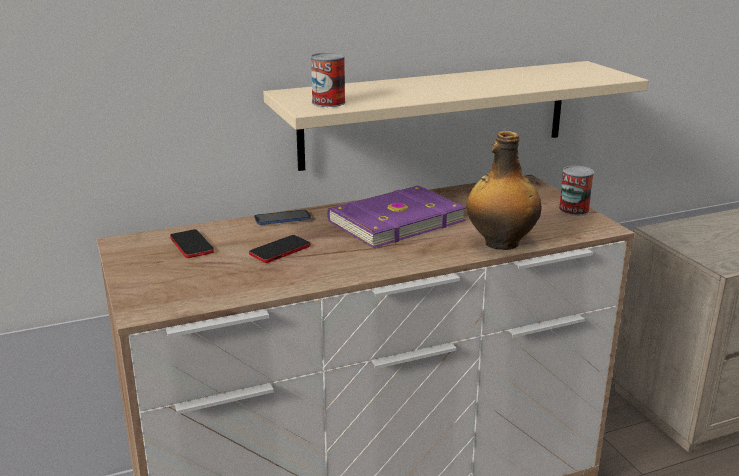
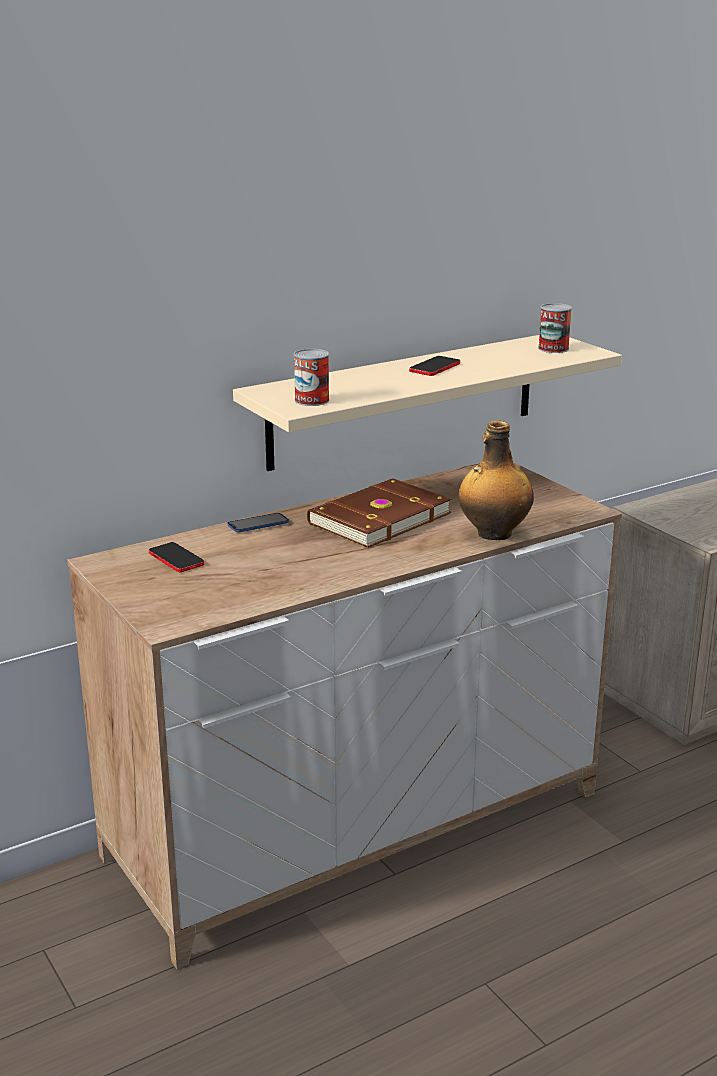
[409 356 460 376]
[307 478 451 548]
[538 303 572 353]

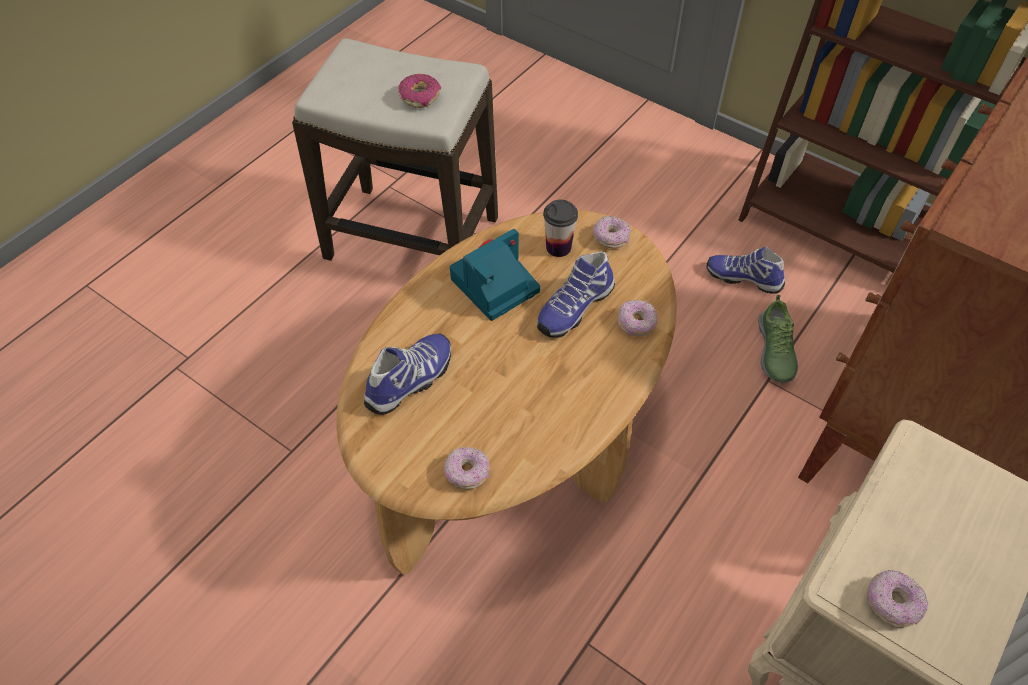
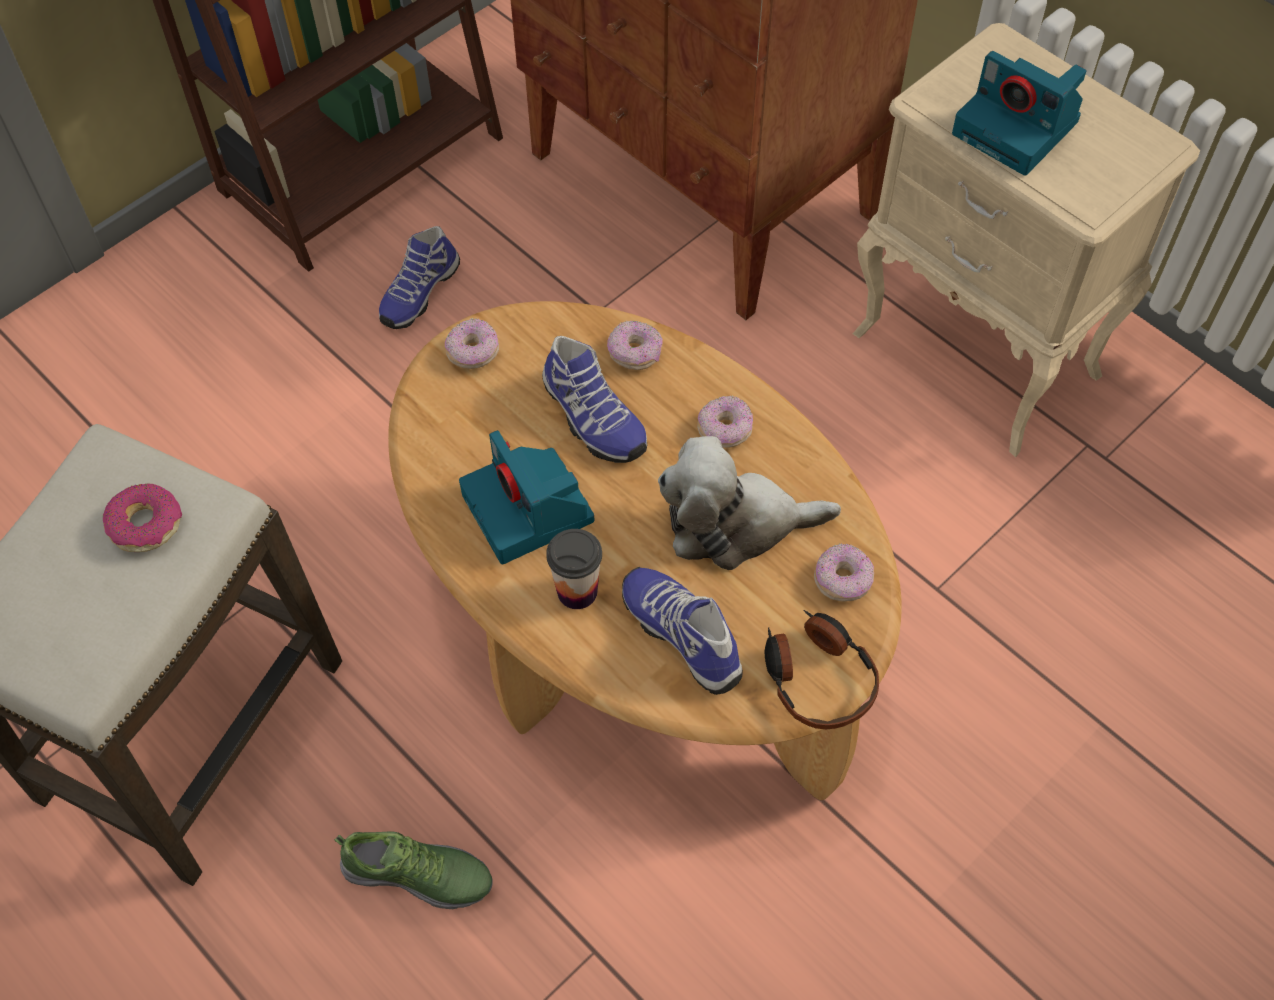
[546 529 602 609]
[334 831 493 909]
[697 395 753 448]
[658 436 841 570]
[765 610 879 729]
[952 51 1087 176]

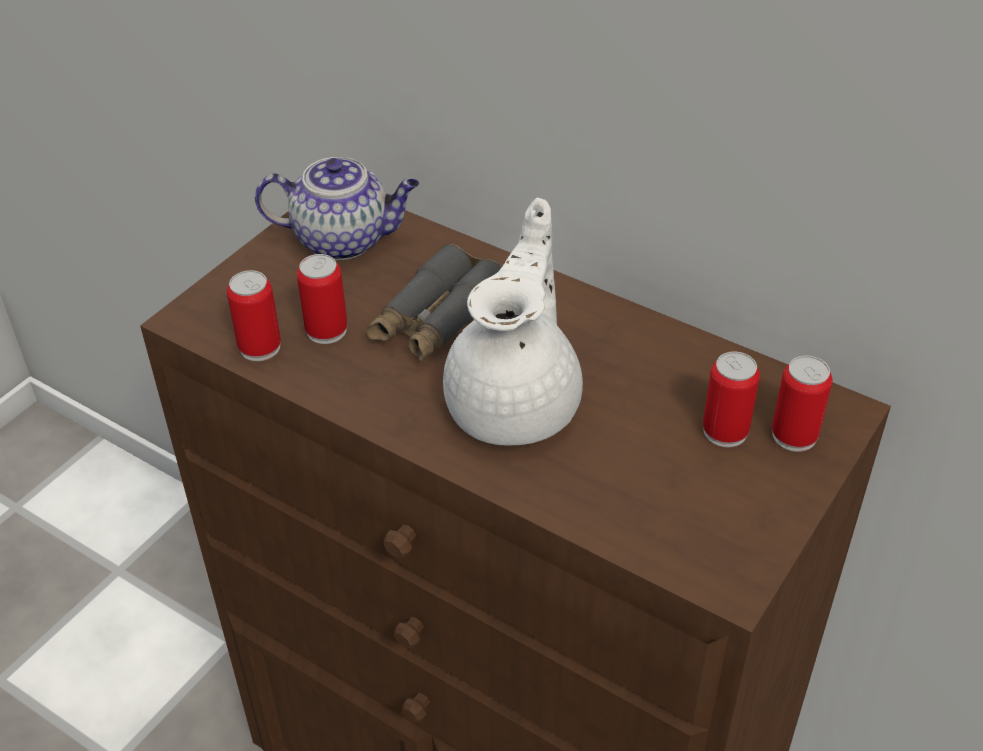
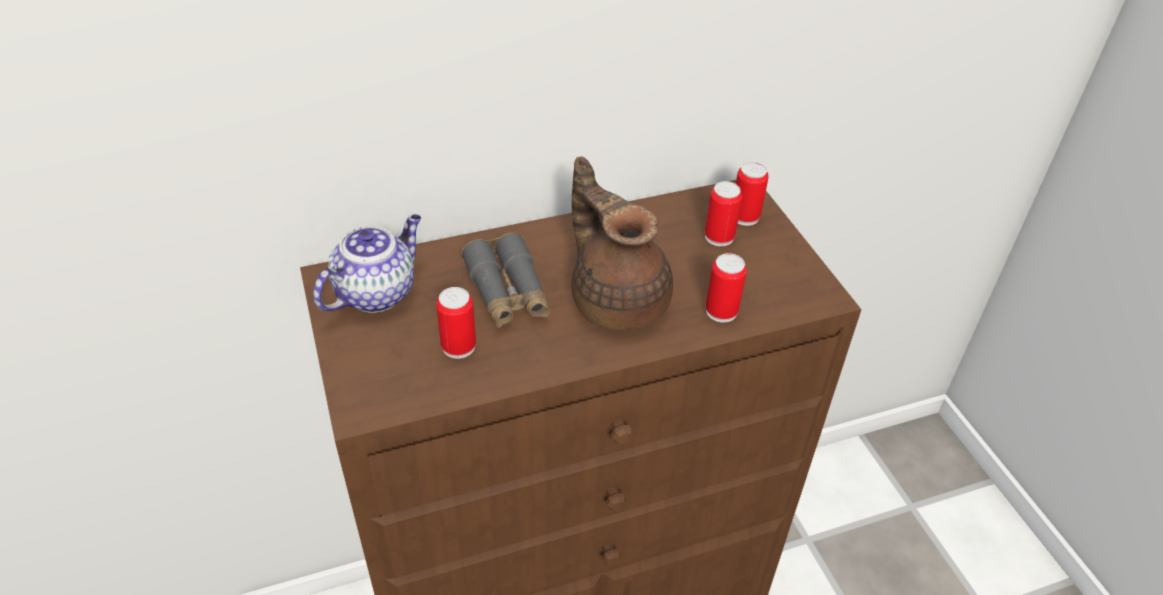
[706 253 747 323]
[571 156 673 330]

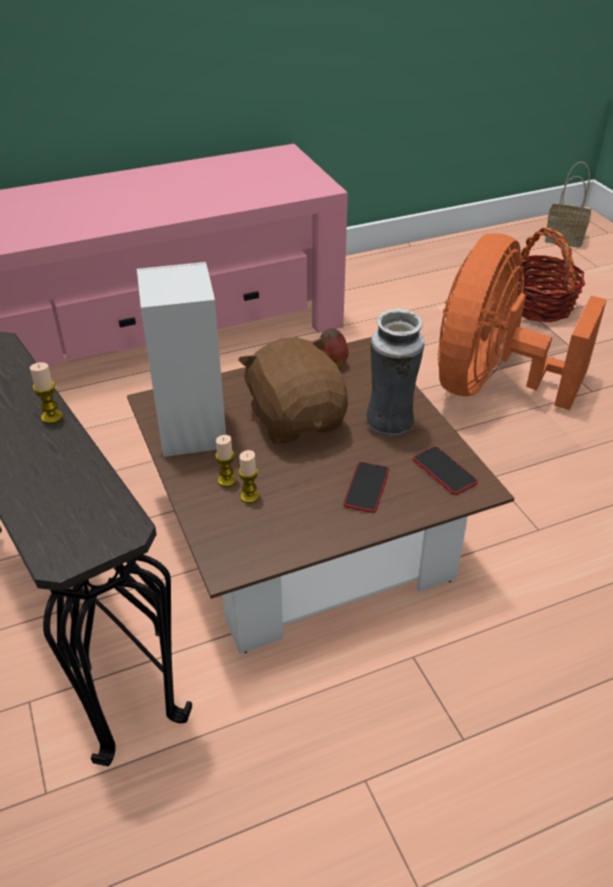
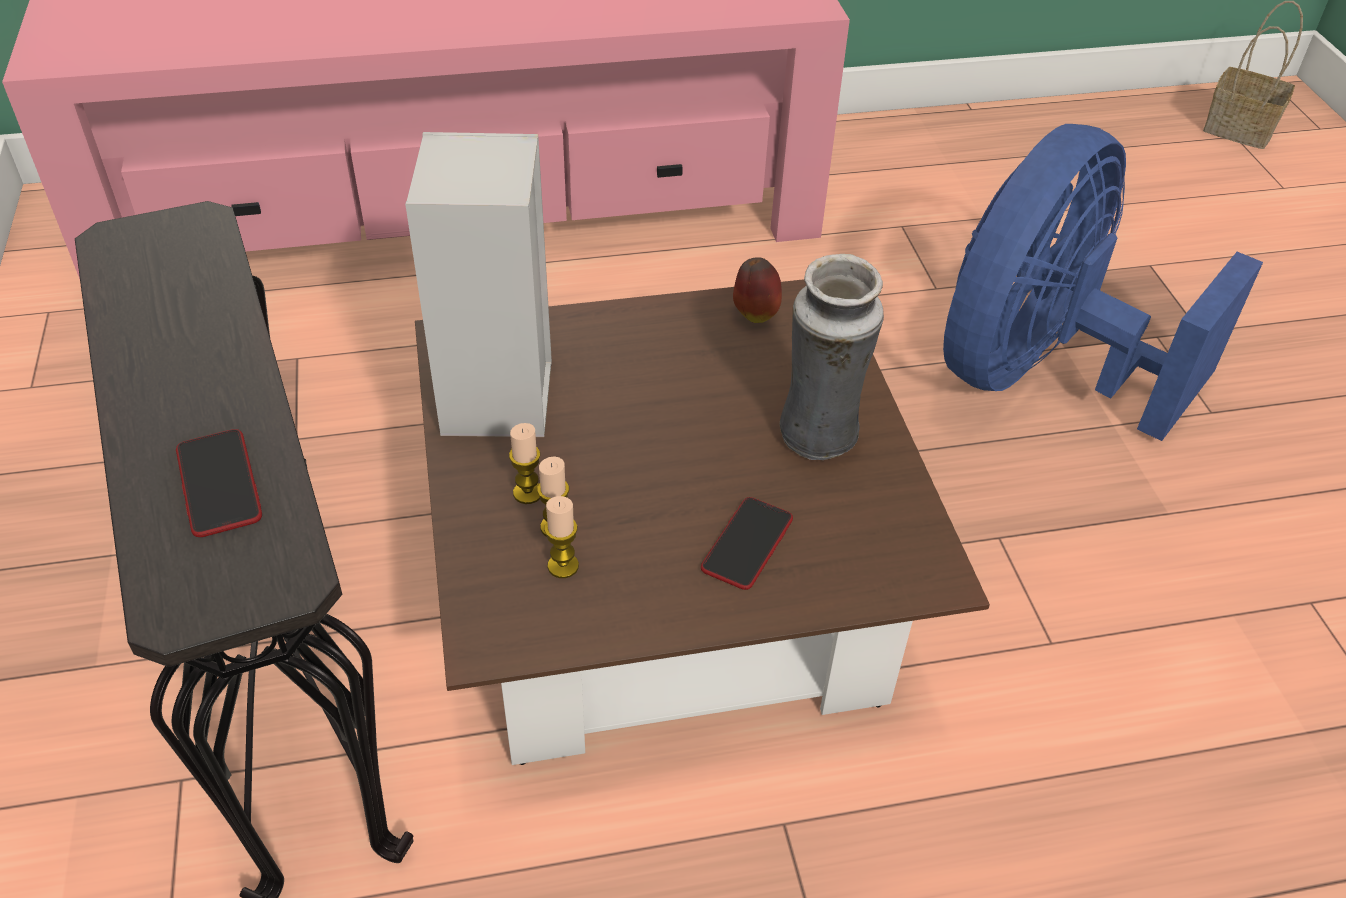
[544 496 579 578]
[238 337 348 444] (first image)
[176 429 262 537]
[943 124 1263 441]
[515 227 585 322] (first image)

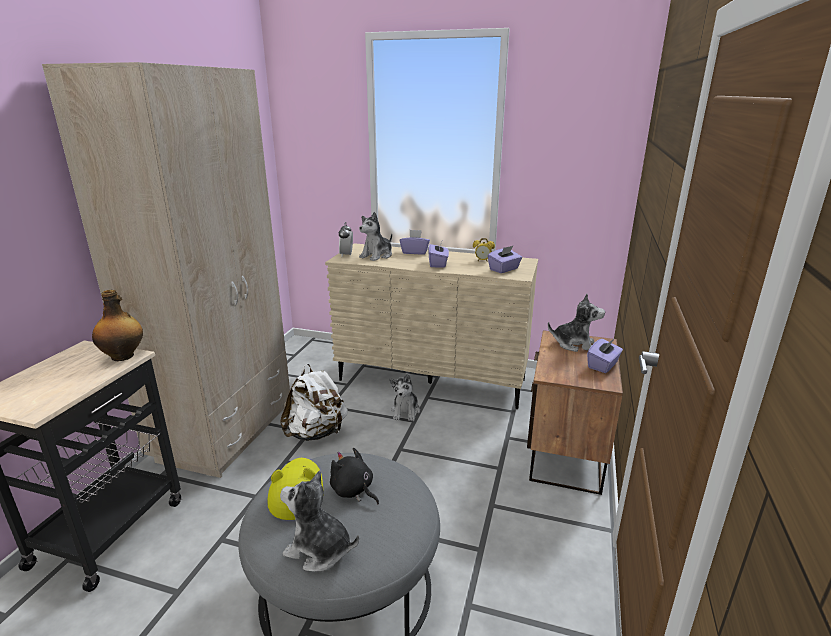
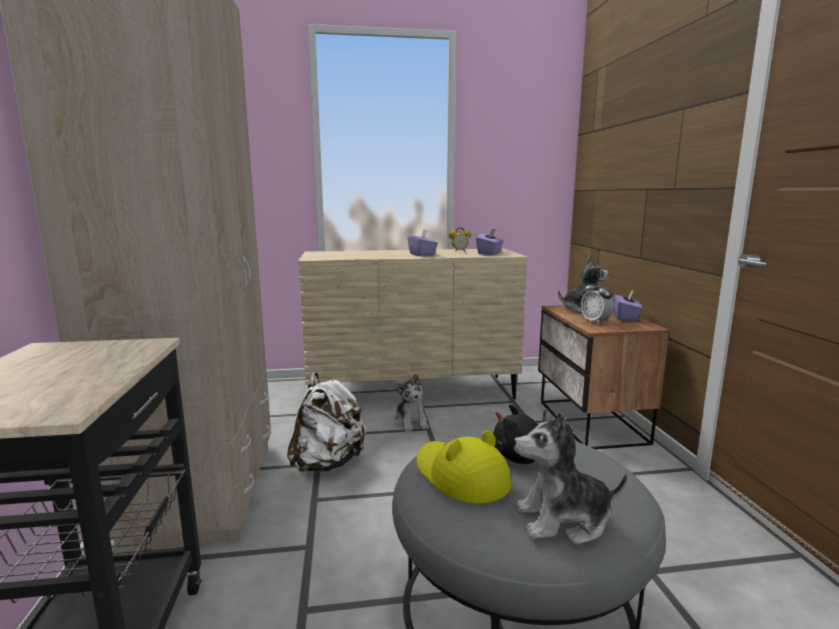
[92 290 143 361] (first image)
[581 280 614 325]
[359 212 392 261] (first image)
[400 230 430 255] (first image)

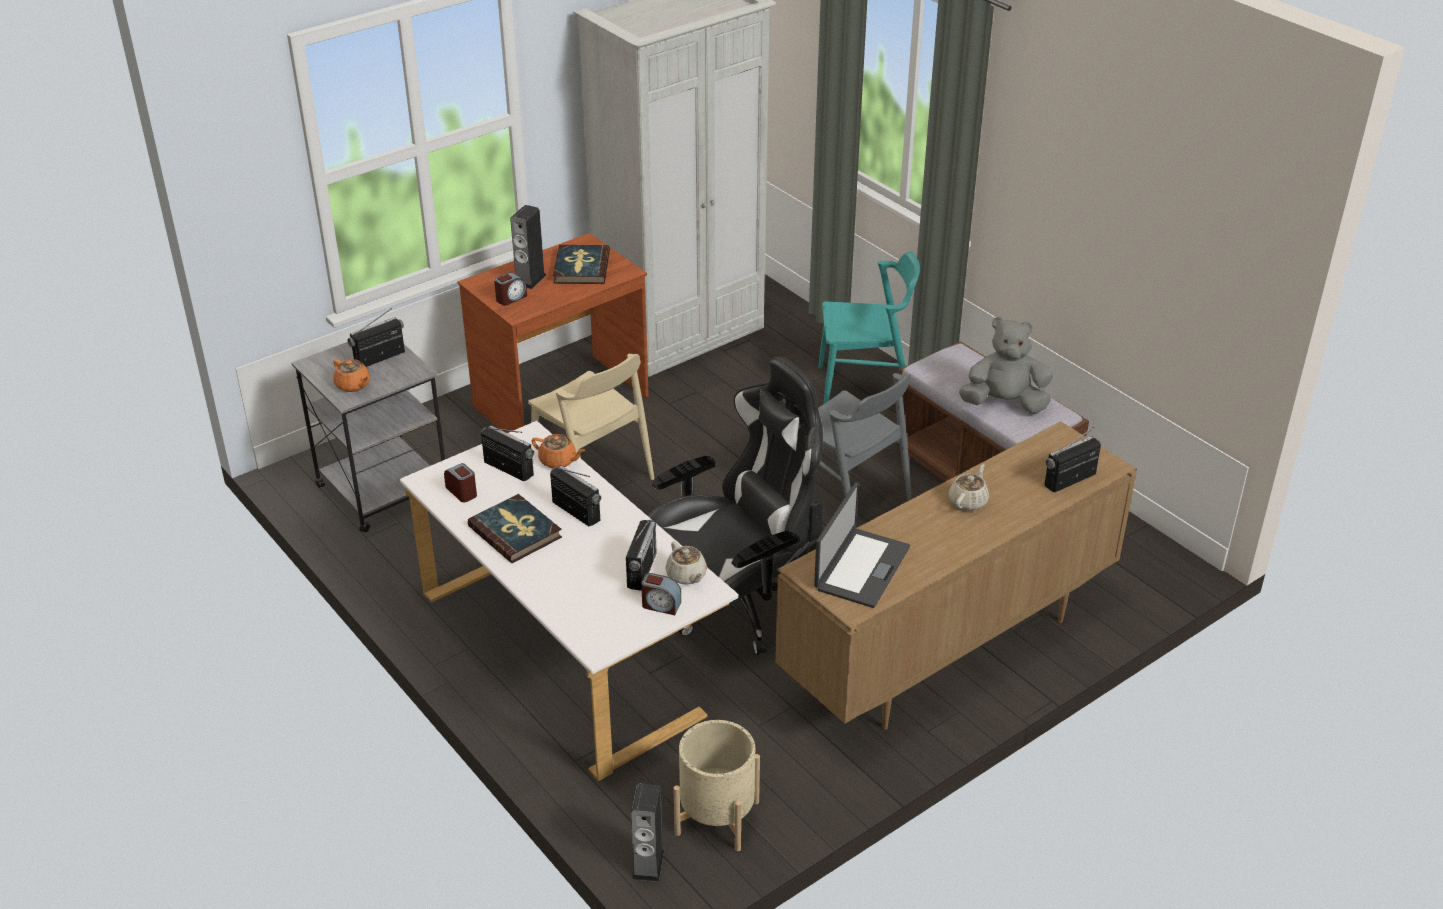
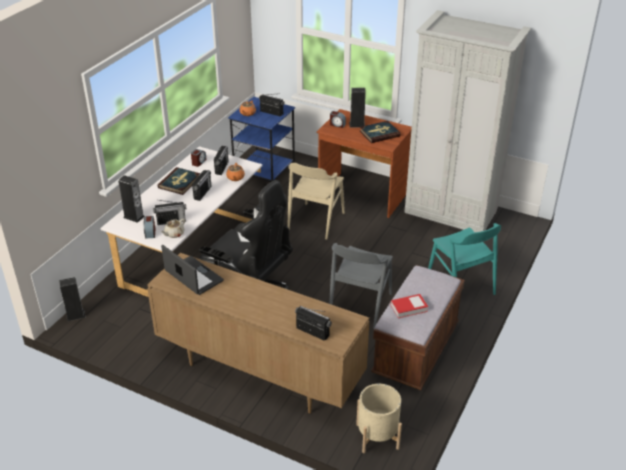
[228 97 295 182]
[356 384 402 453]
[161 245 224 295]
[948 464 989 511] (first image)
[391 294 428 318]
[118 175 145 223]

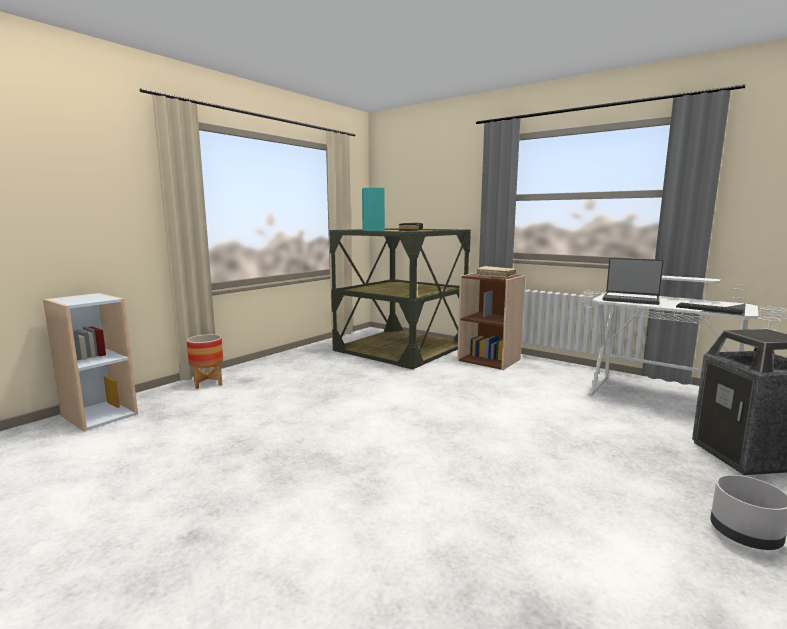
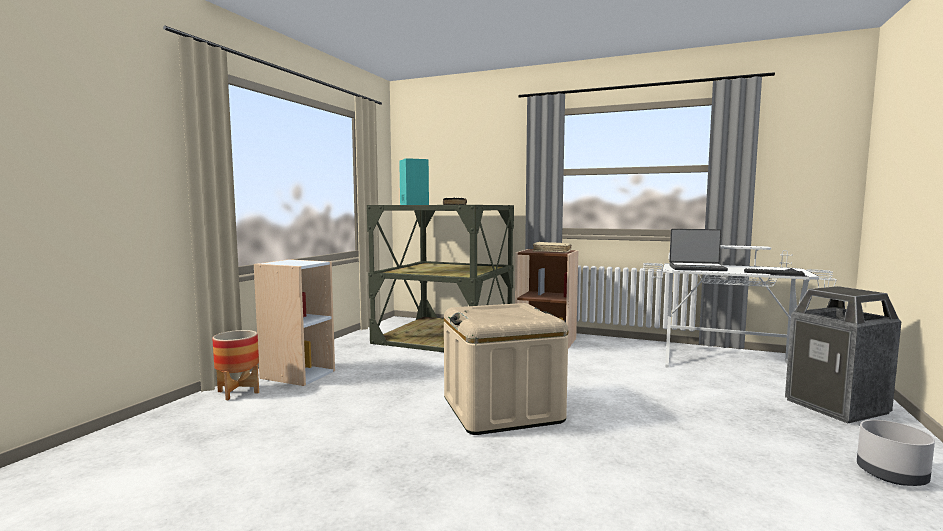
[254 259 335 386]
[444 303 568 435]

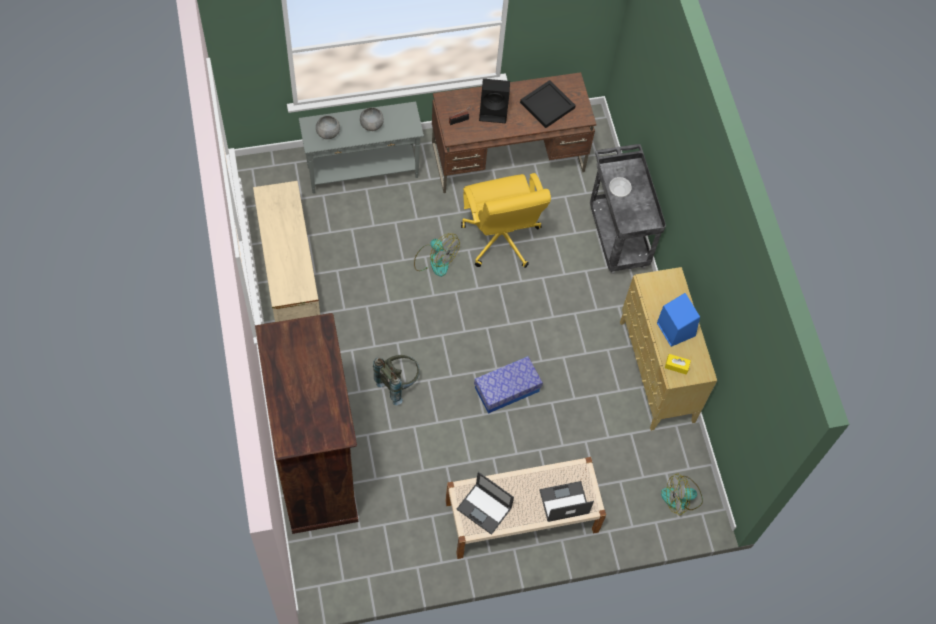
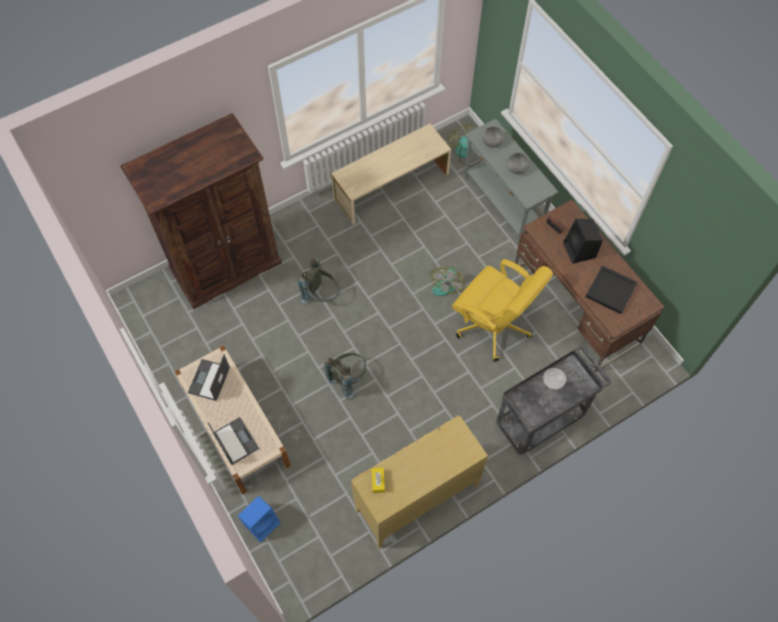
[452 259 553 362]
[324 353 367 399]
[238 496 280 542]
[447 125 481 166]

